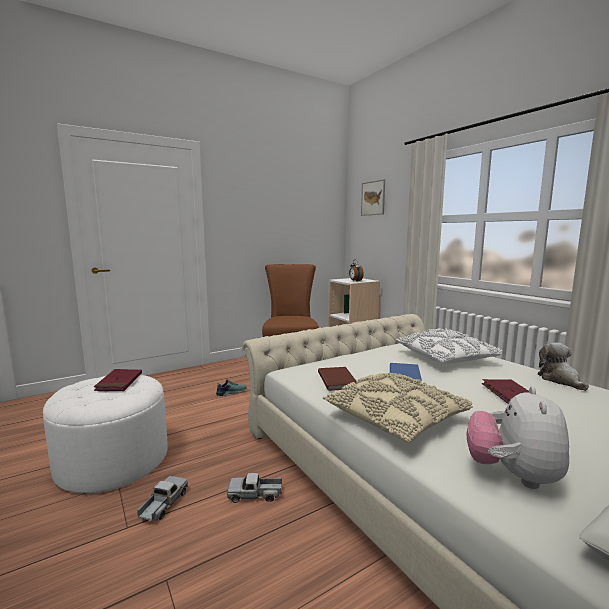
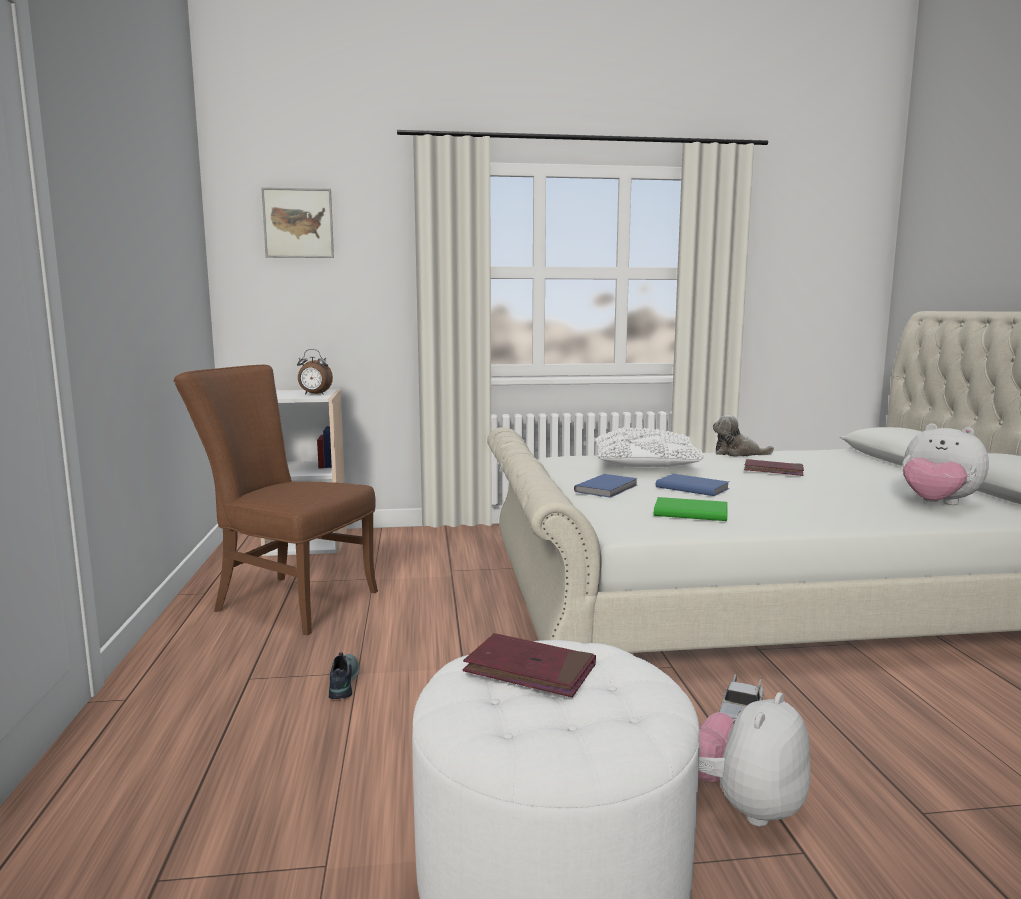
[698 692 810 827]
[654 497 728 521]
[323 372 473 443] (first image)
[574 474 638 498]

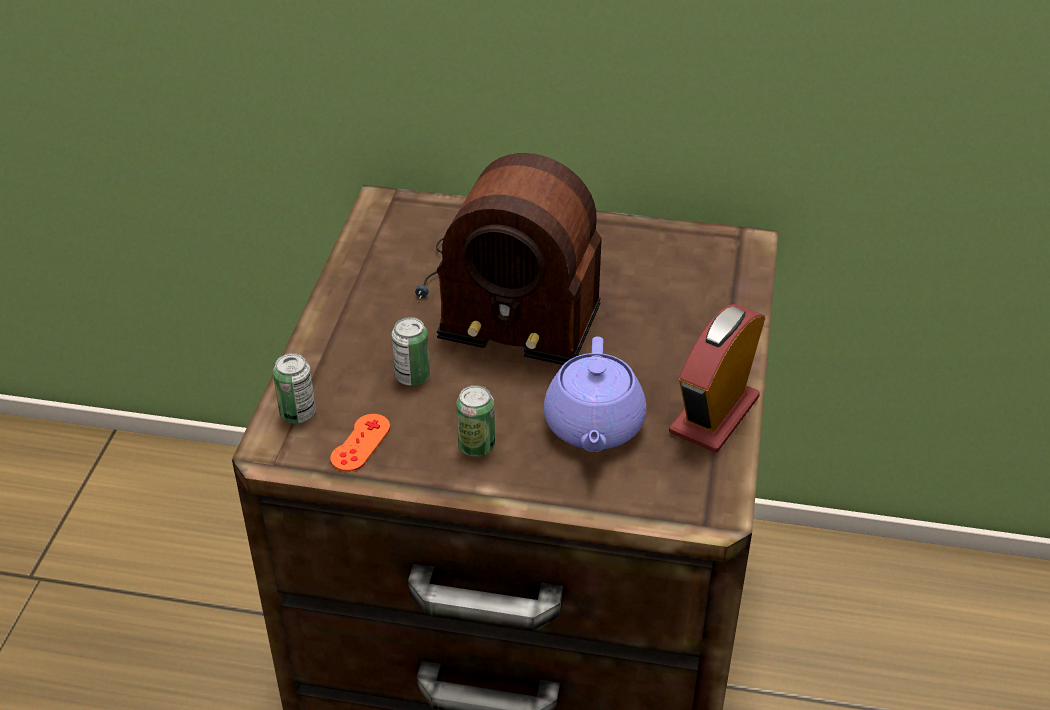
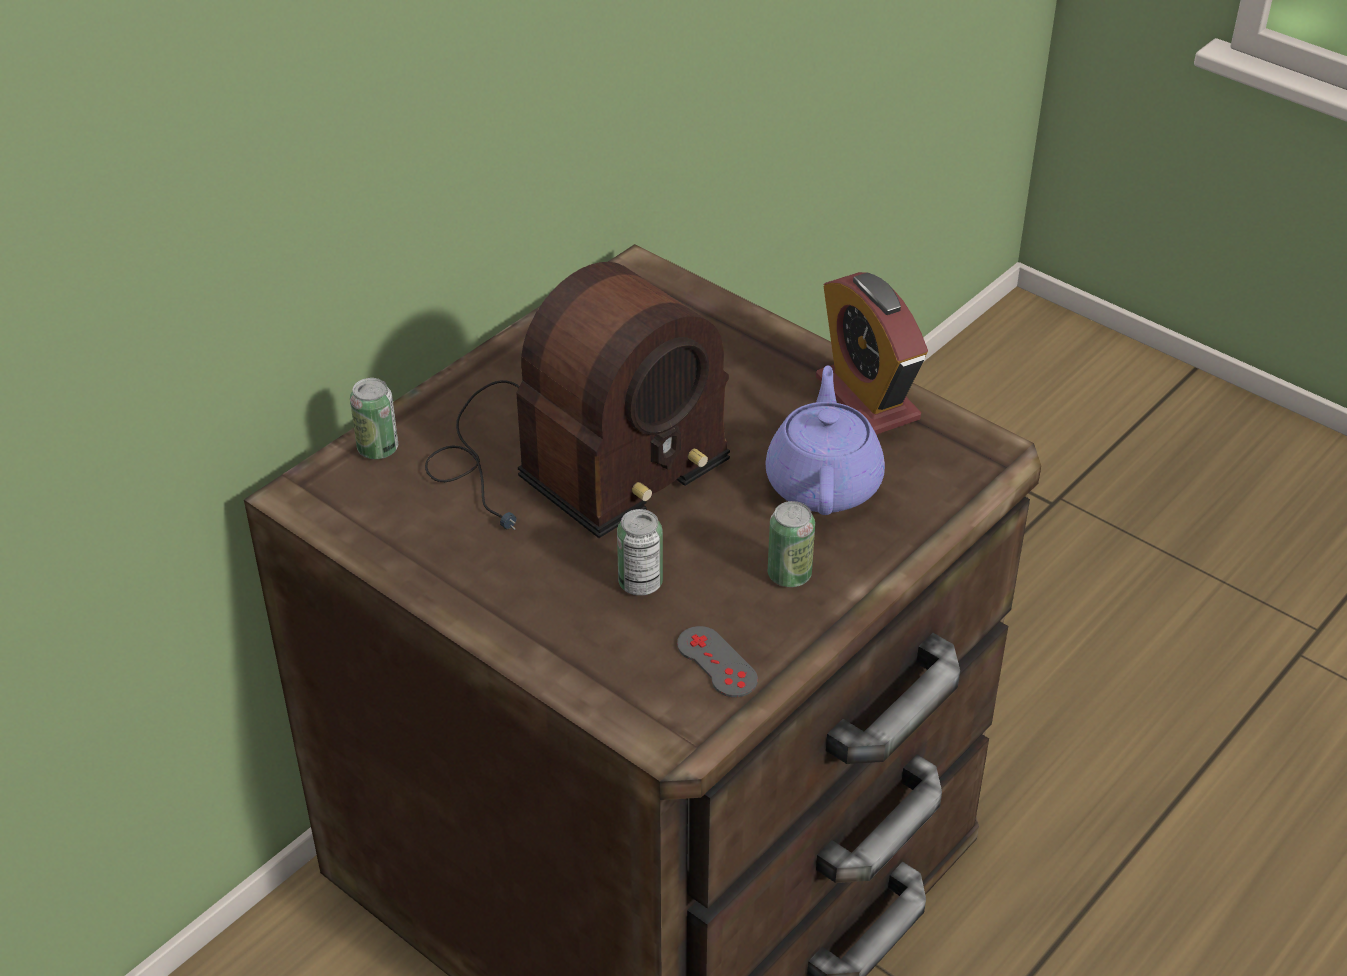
[350 378 398 459]
[677 626 758 697]
[765 365 885 515]

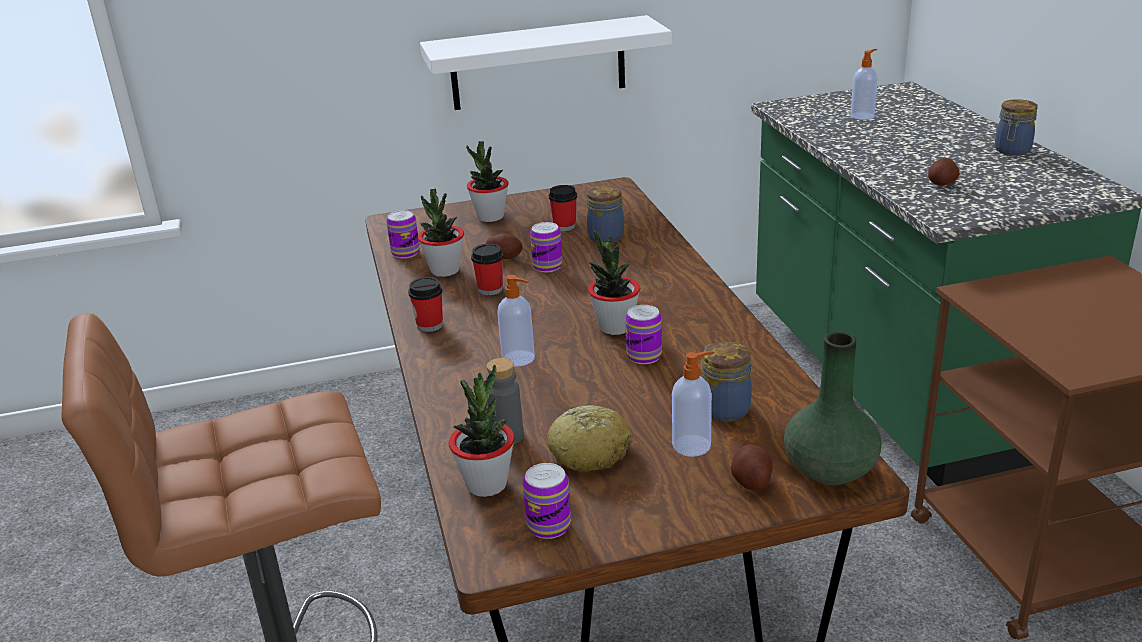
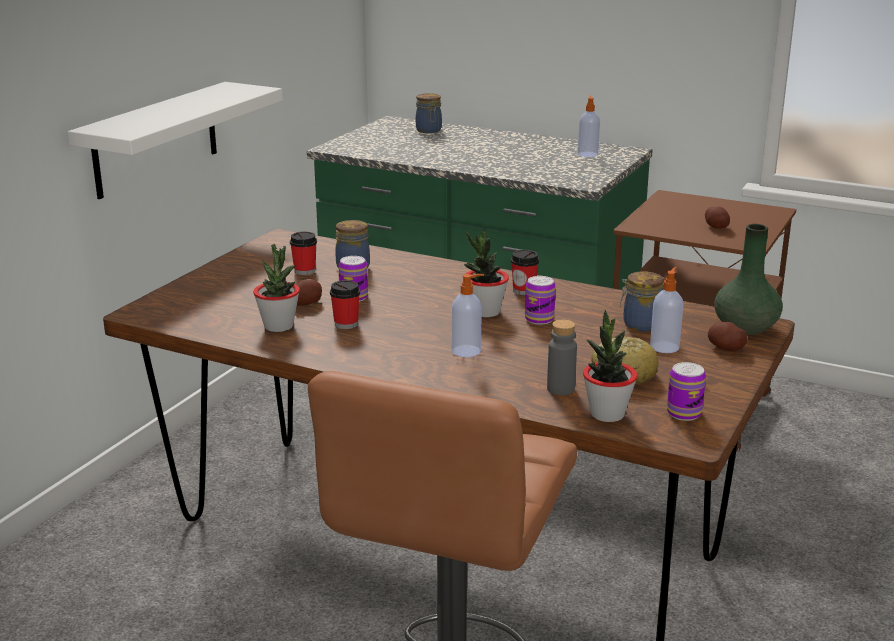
[386 210 420 258] (first image)
[511 250 539 295]
[466 141 509 222] (first image)
[578 96 600 157]
[705 206 730 229]
[416 93 442 133]

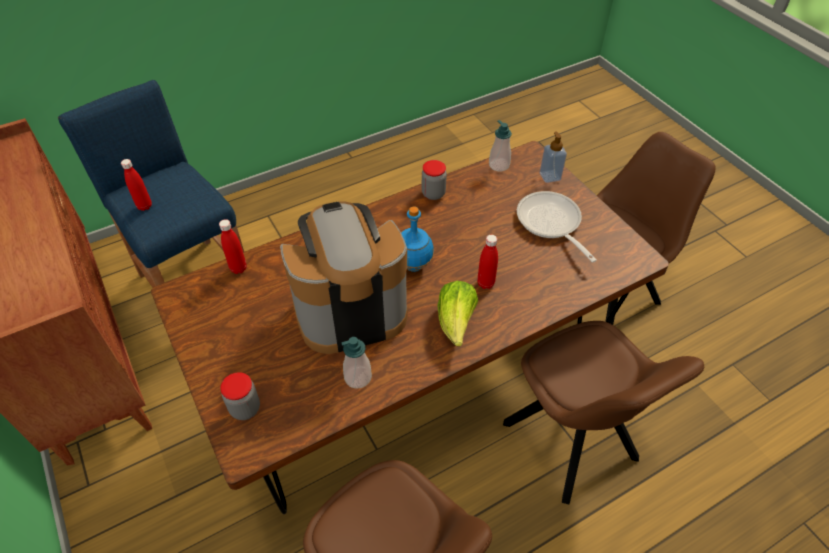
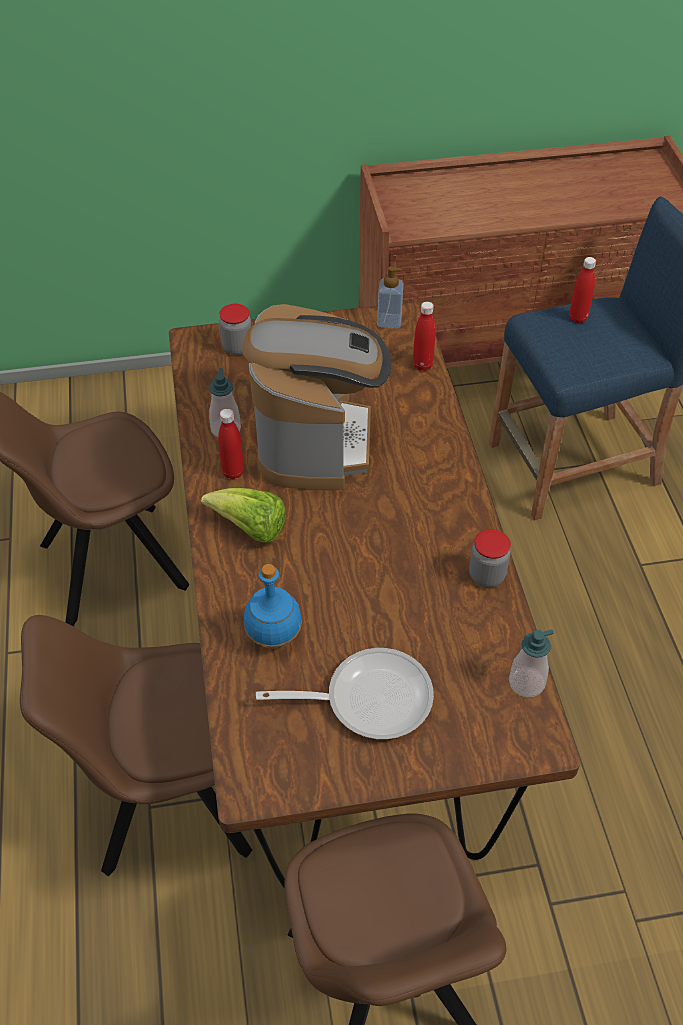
[244 564 302 649]
[218 409 244 479]
[377 266 403 329]

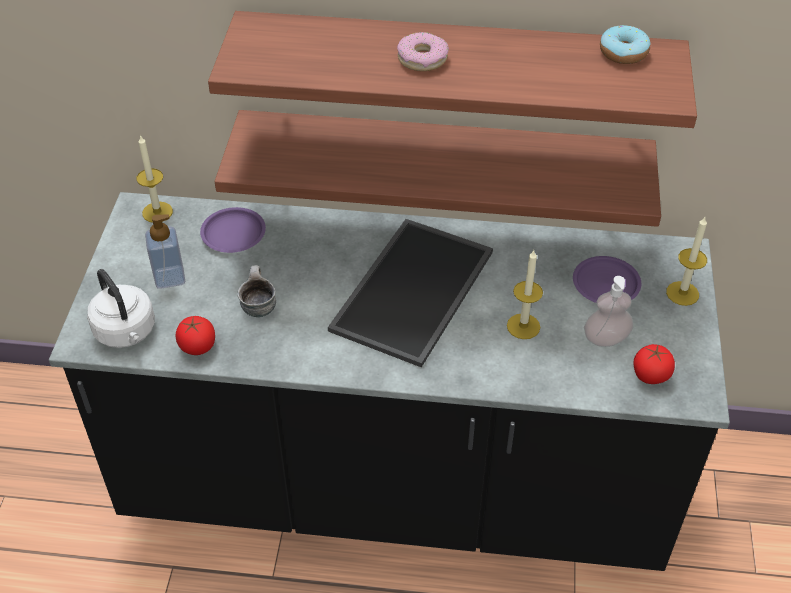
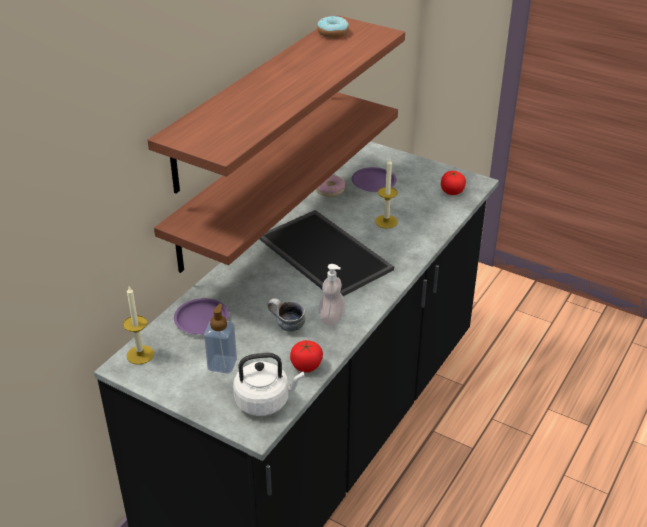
[316 175 345 197]
[318 264 345 326]
[666 217 707 306] (first image)

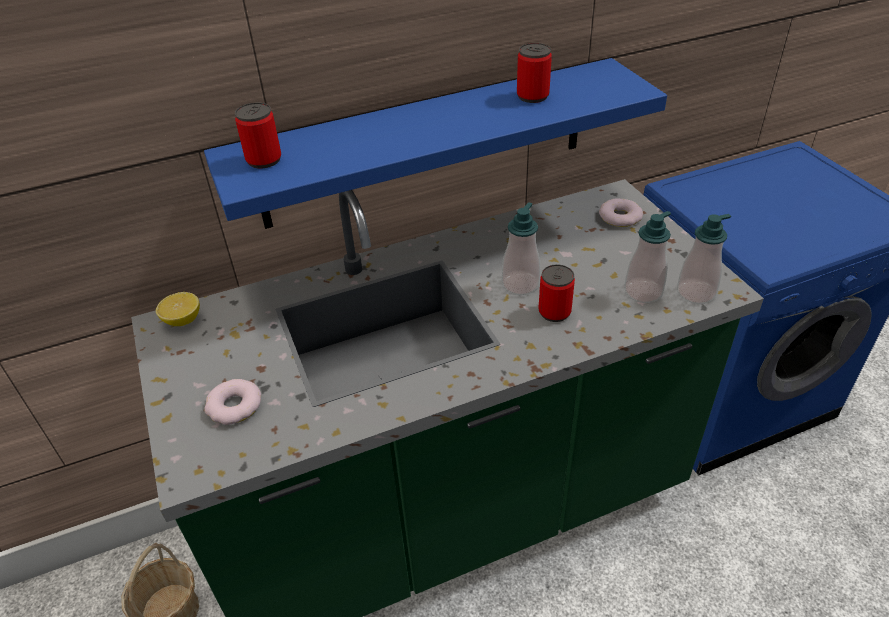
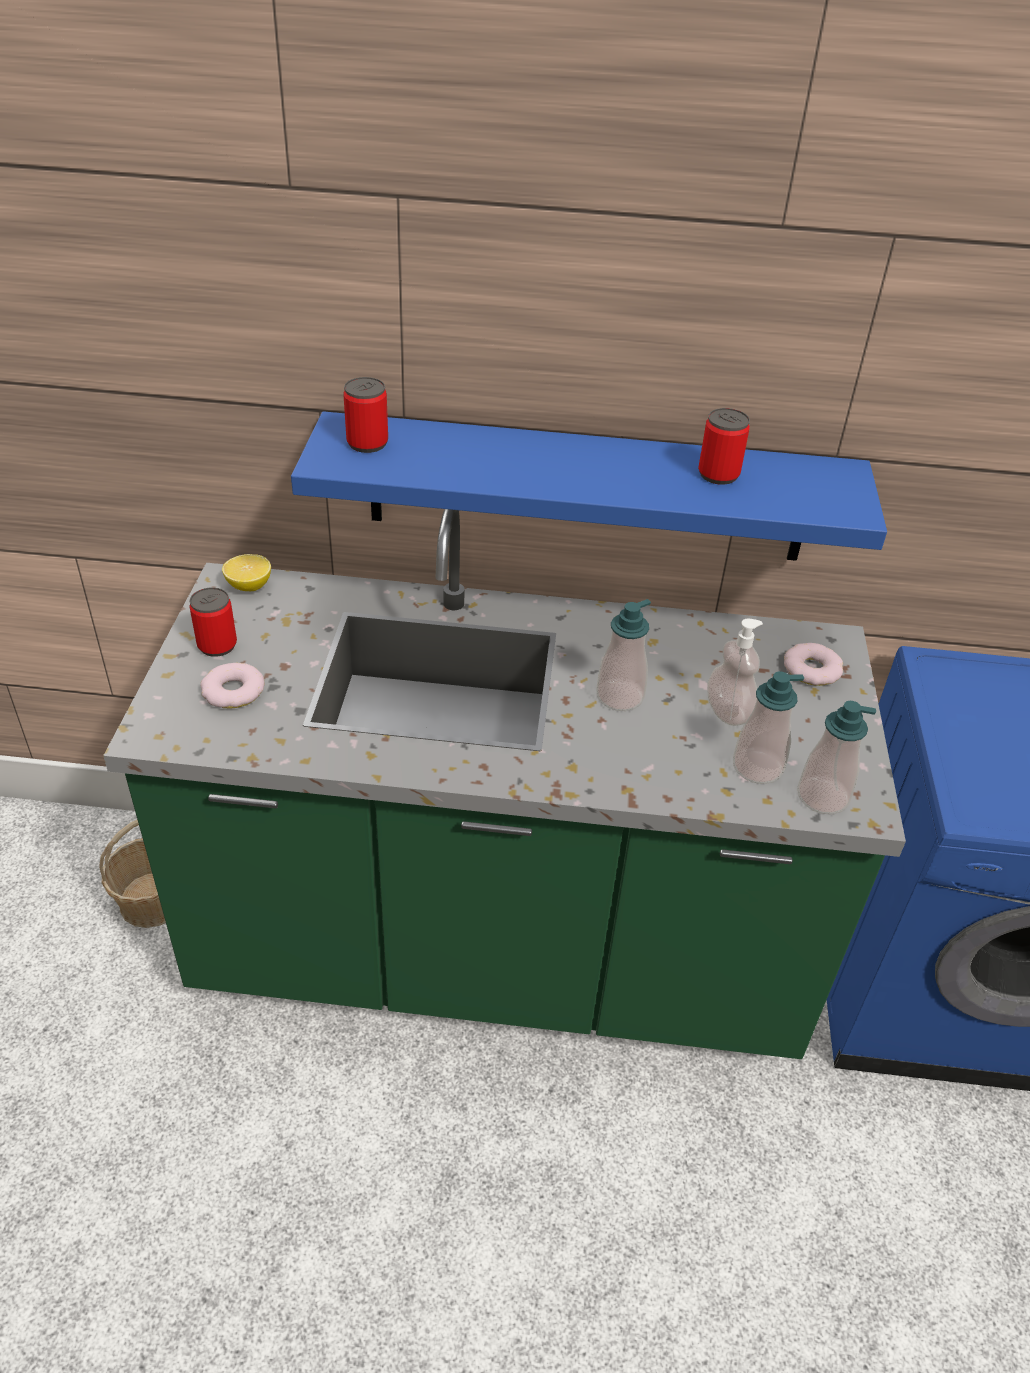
[189 587 237 657]
[707 619 763 726]

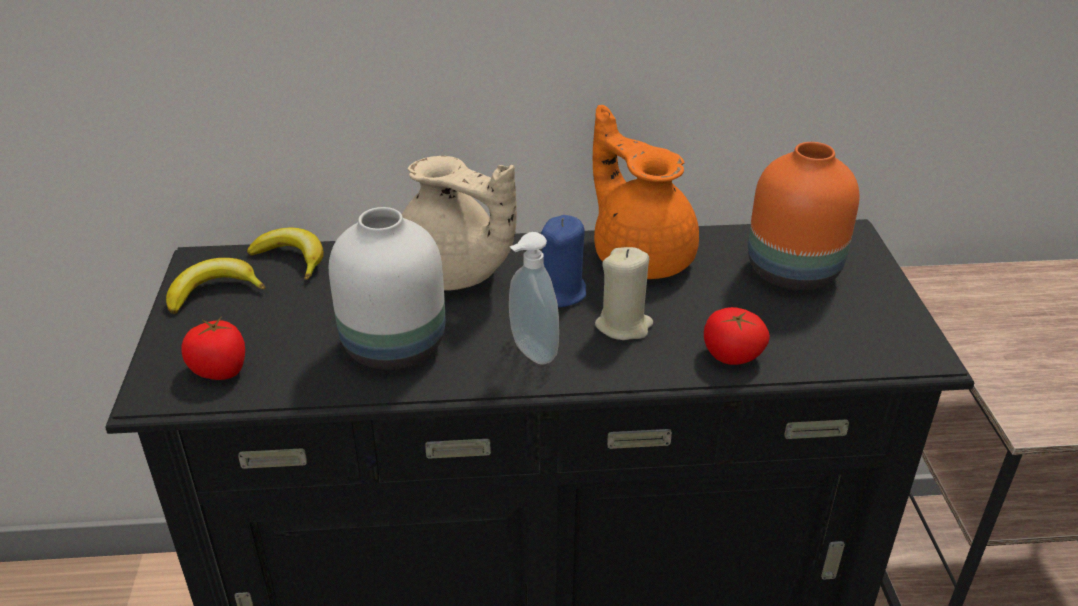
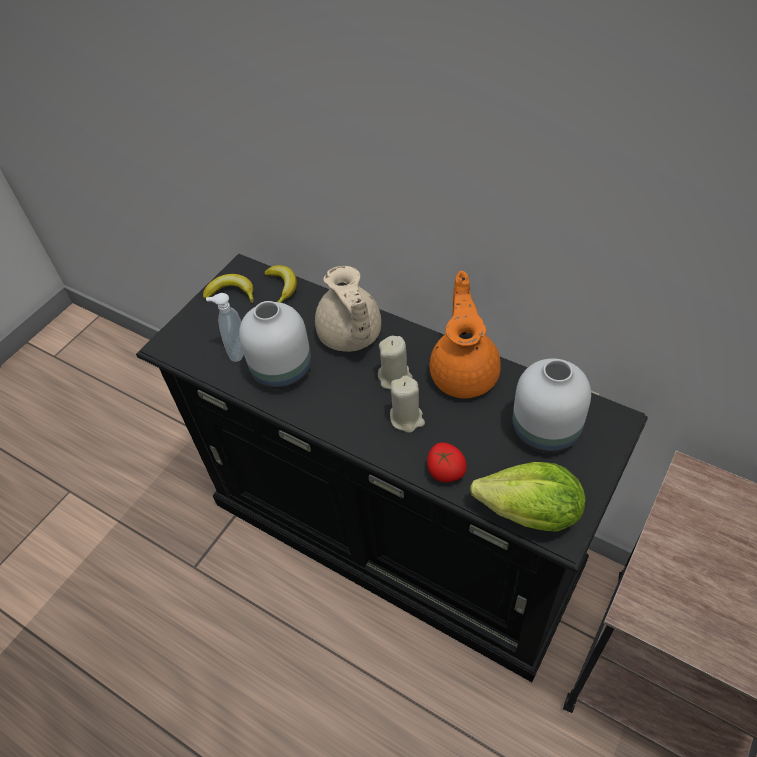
[181 316 245 380] (first image)
[206 293 244 362]
[378 336 413 389]
[513 359 591 453]
[470 462 586 532]

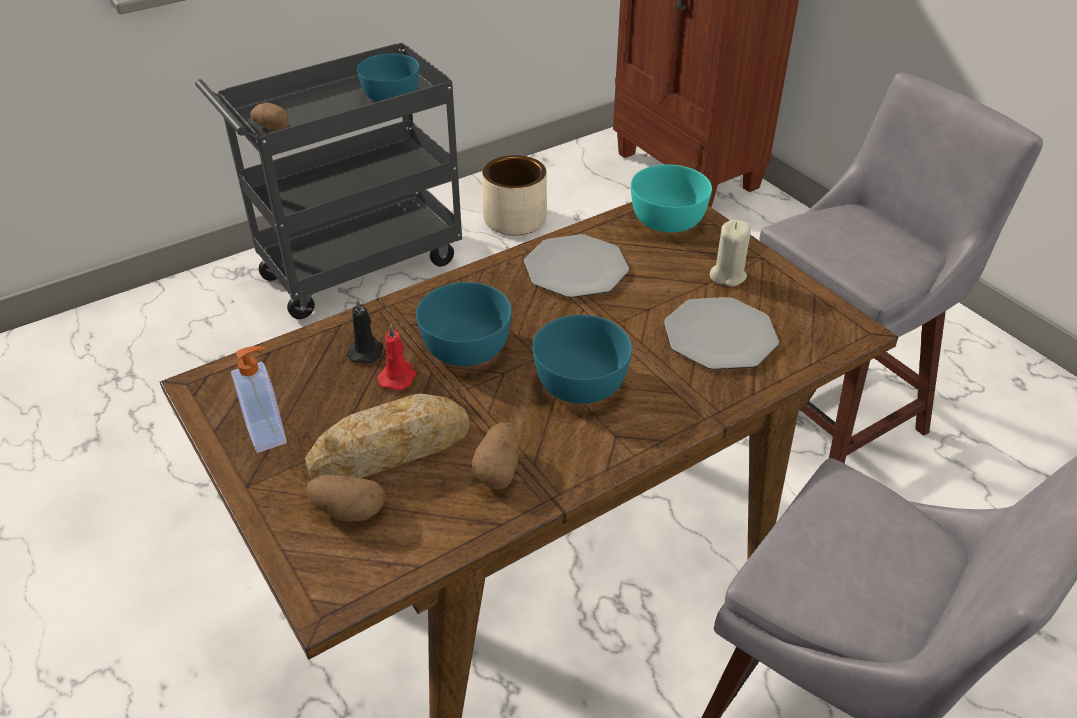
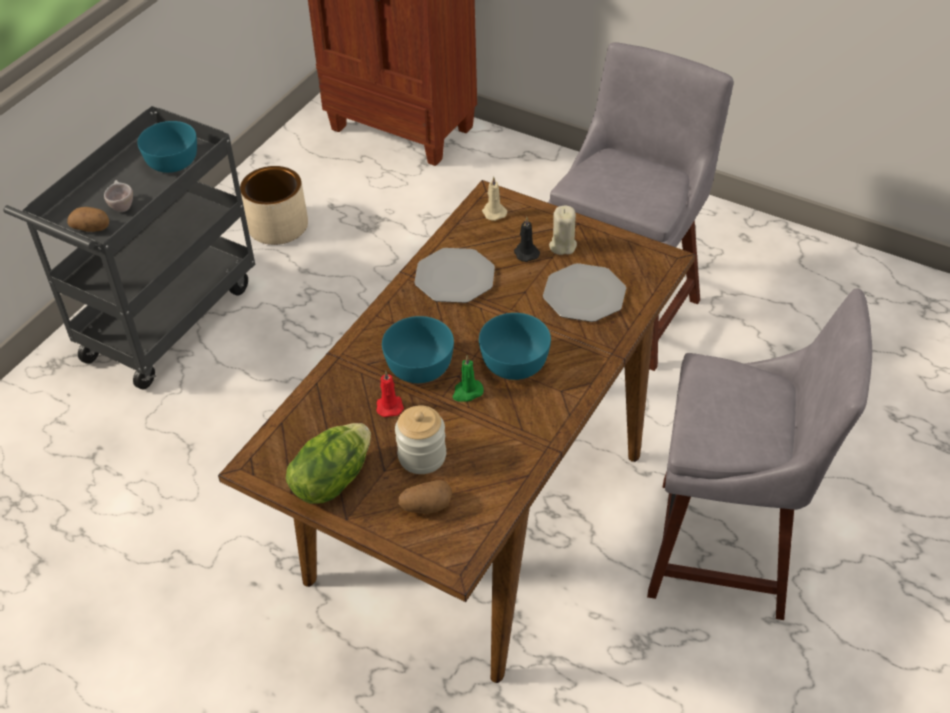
[286 423 371 504]
[395 405 446 474]
[514 217 540 262]
[472 423 519 489] (first image)
[482 176 507 221]
[104 180 133 212]
[453 355 484 402]

